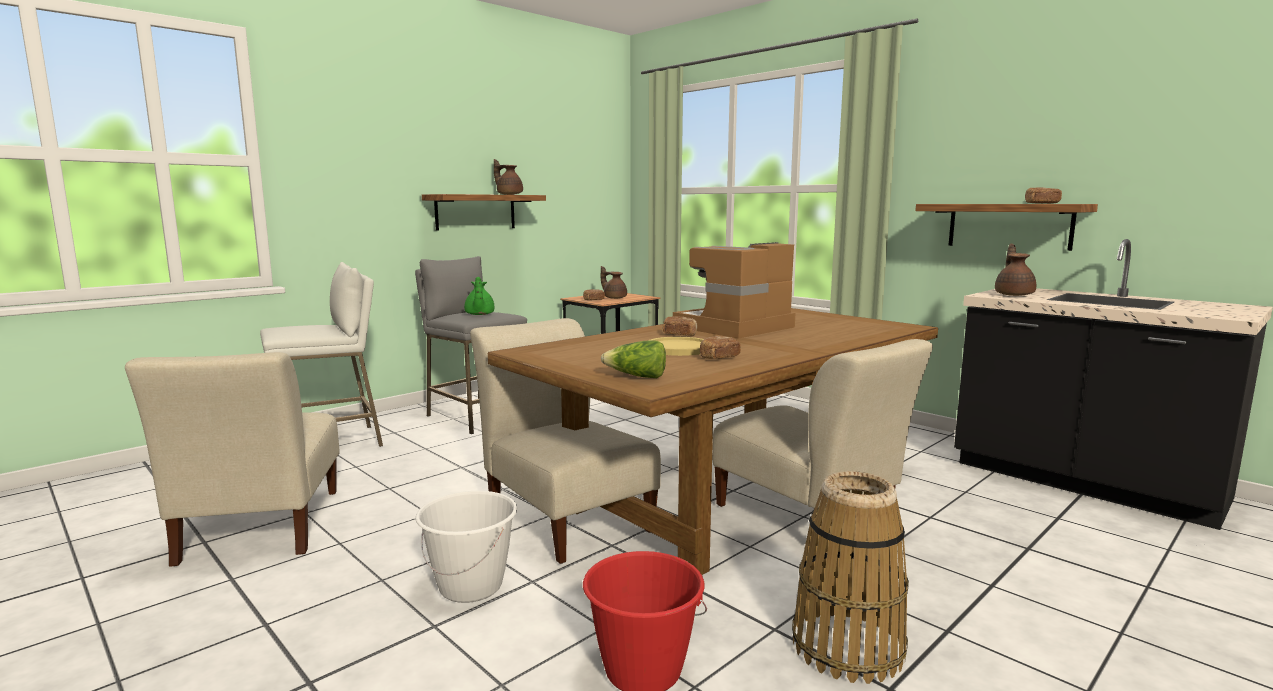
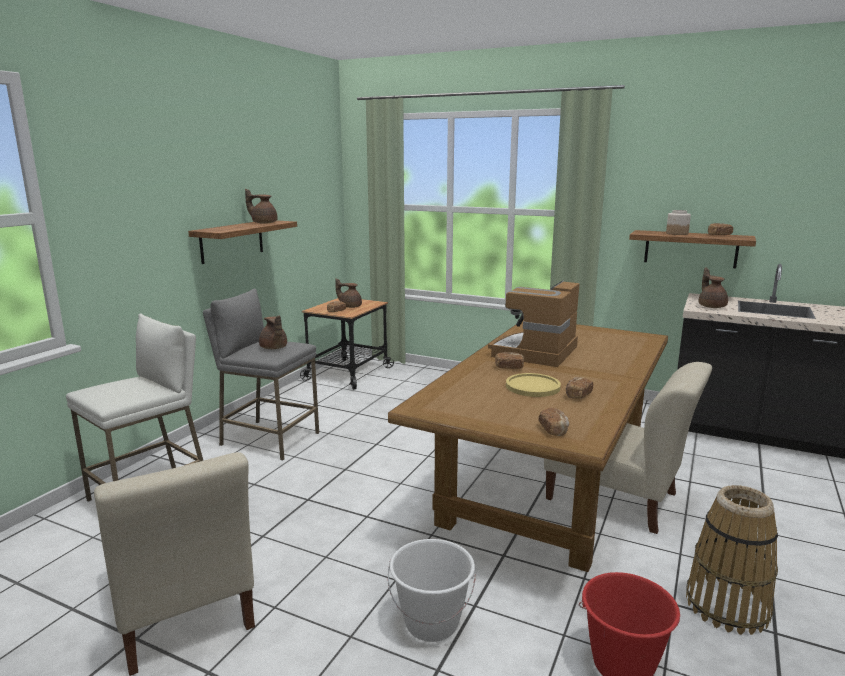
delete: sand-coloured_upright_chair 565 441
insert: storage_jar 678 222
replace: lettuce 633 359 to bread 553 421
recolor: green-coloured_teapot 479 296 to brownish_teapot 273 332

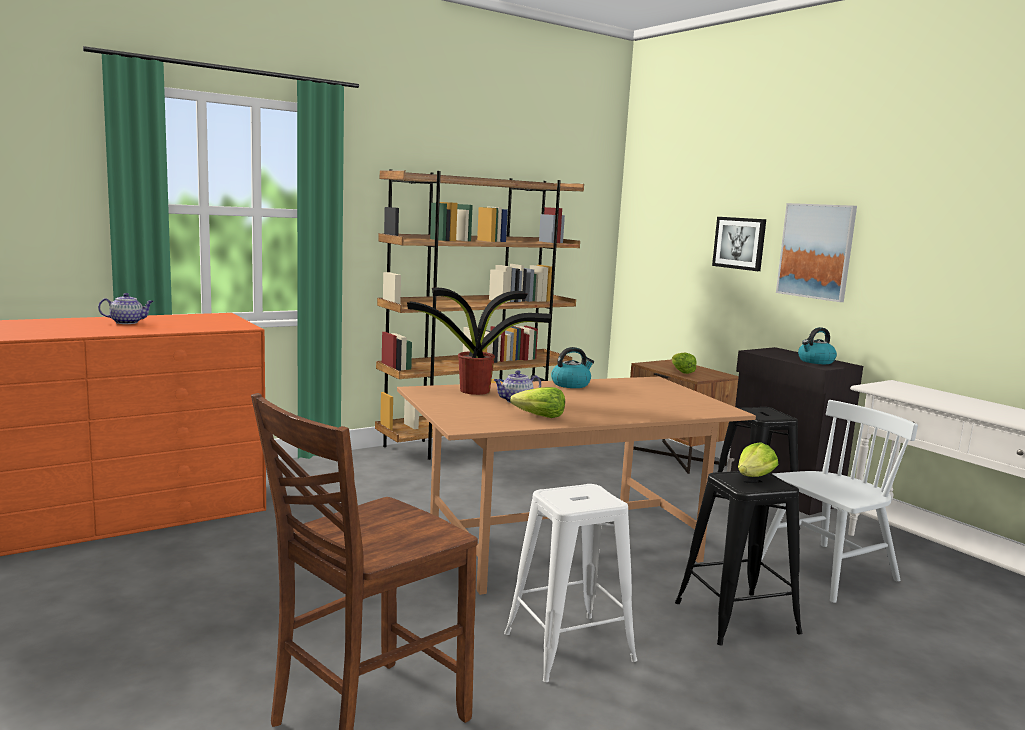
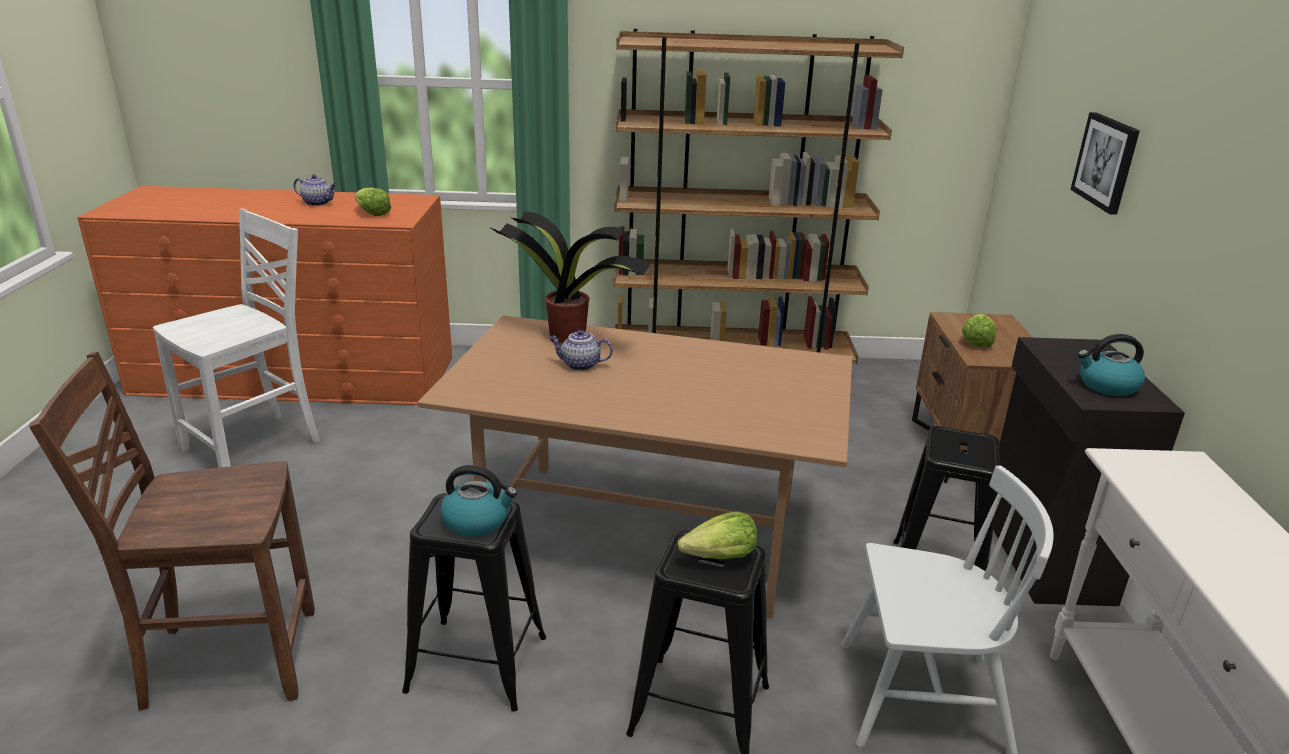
delete: wall_art 816 252
insert: white-coloured_upright_chair 236 338
move: lettuce 537 402 to 373 201; water_kettle 572 367 to 478 501
recolor: white-coloured_stool_seat 570 583 to blackish_stool_seat 474 602

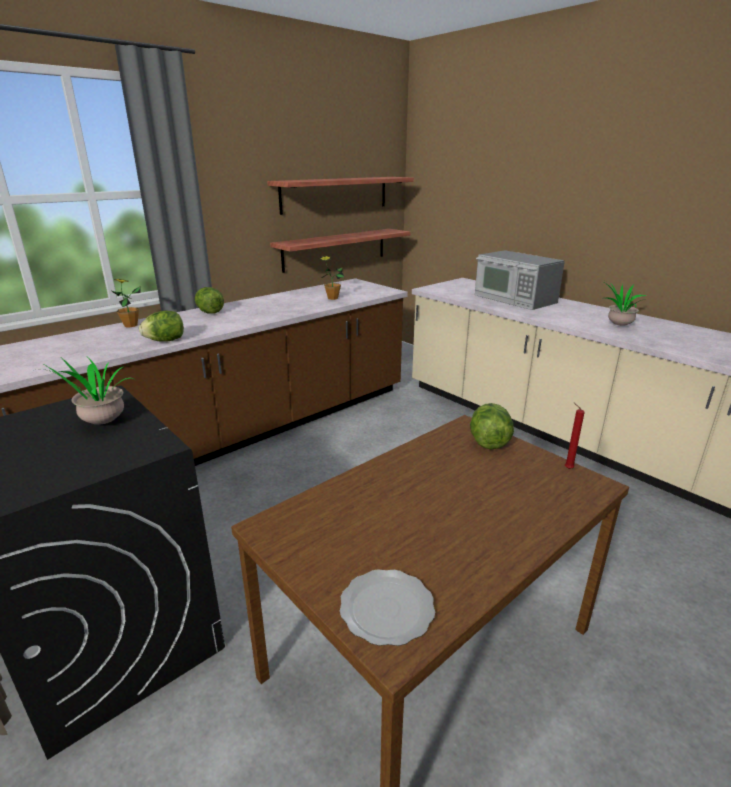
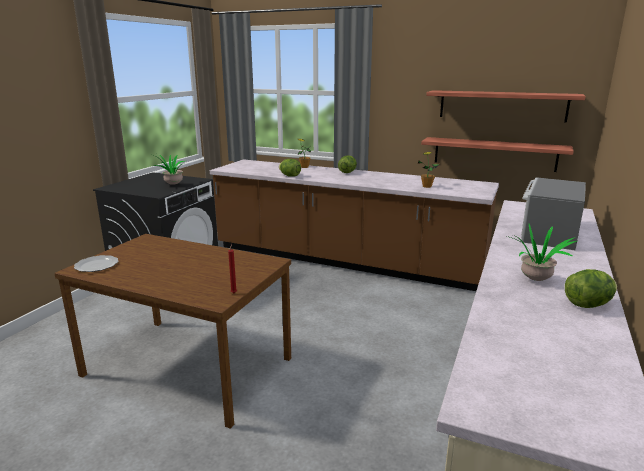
move: lettuce 492 426 to 591 288

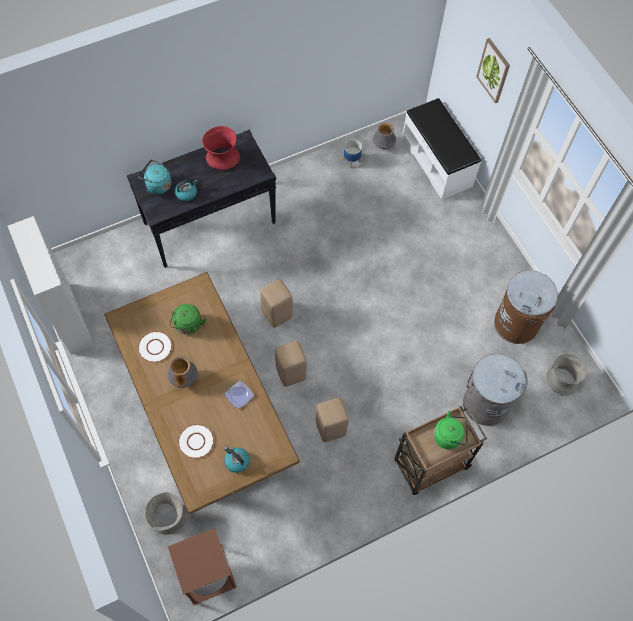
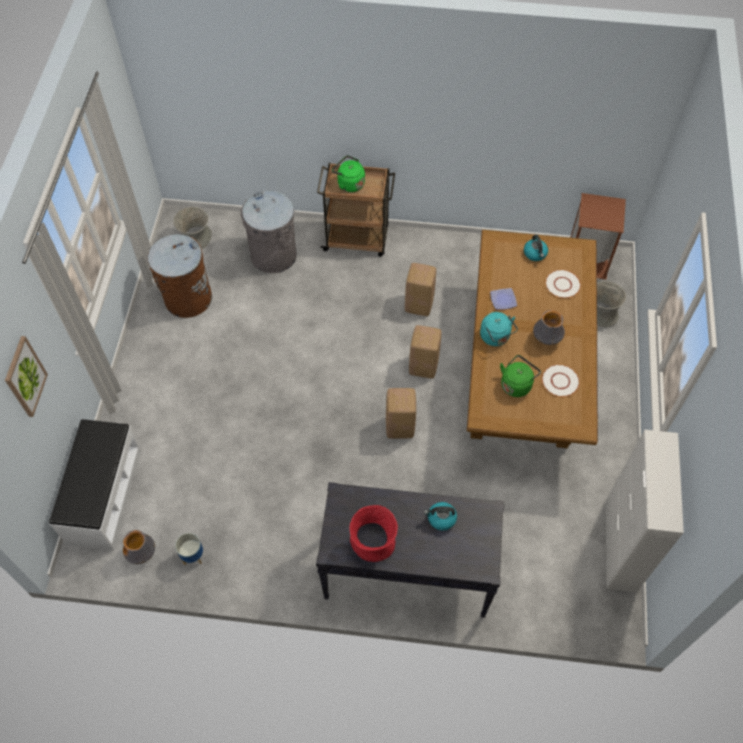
move: turquoise-coloured_water_kettle 155 177 to 499 329

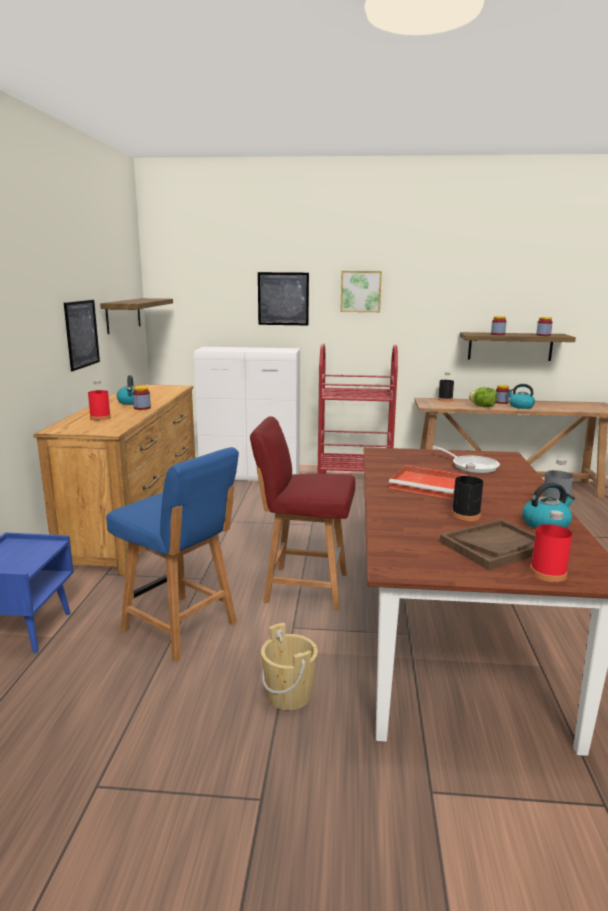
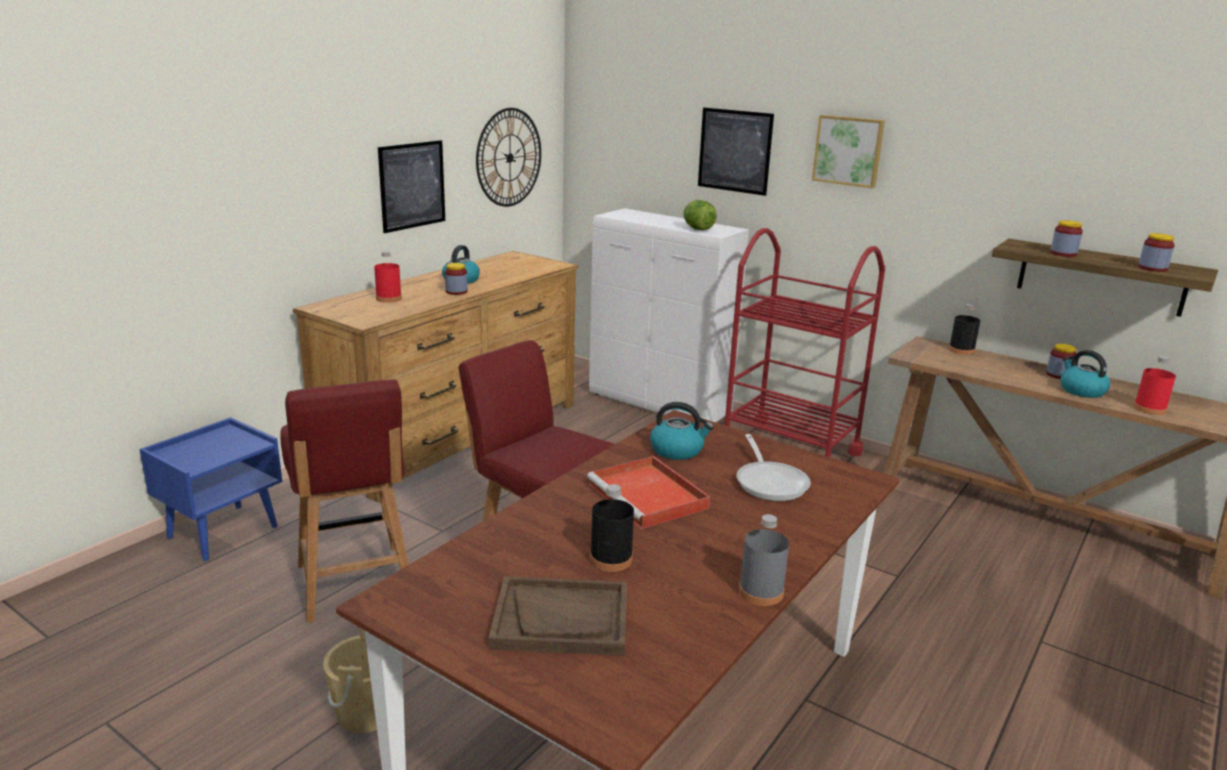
move: water_kettle 548 505 to 682 431; lettuce 483 397 to 700 215; reddish_drink_bottle 551 546 to 1154 385
replace: shelf 136 316 to clock_on_the_wall 508 157
recolor: bluish_upright_chair 172 554 to reddish_upright_chair 344 501

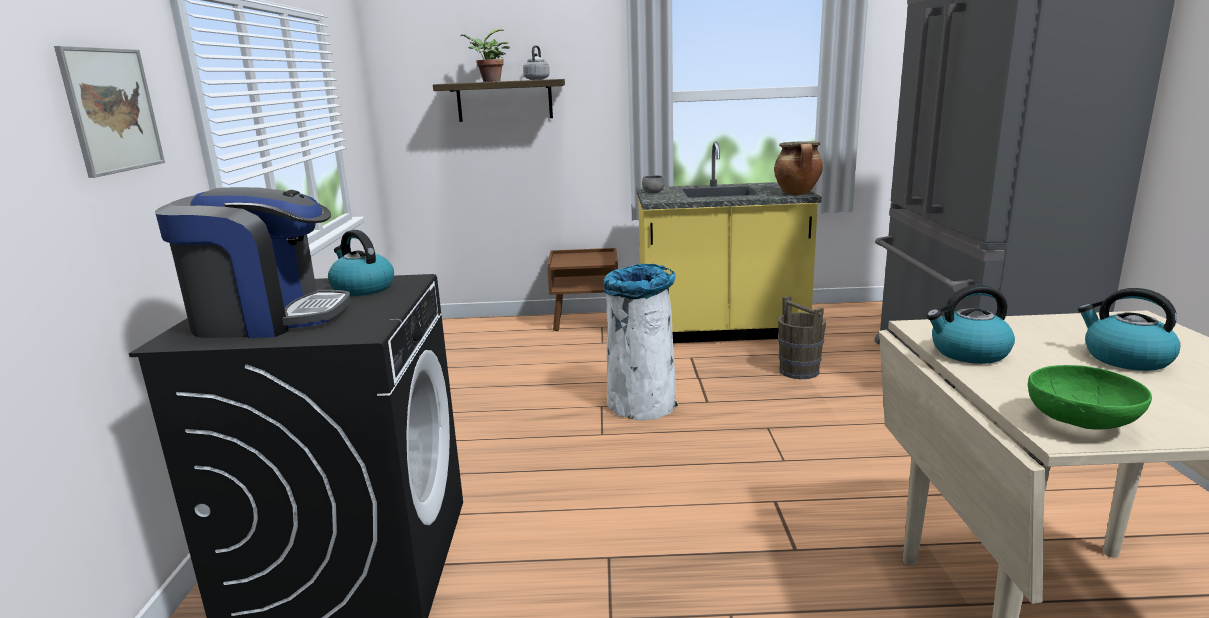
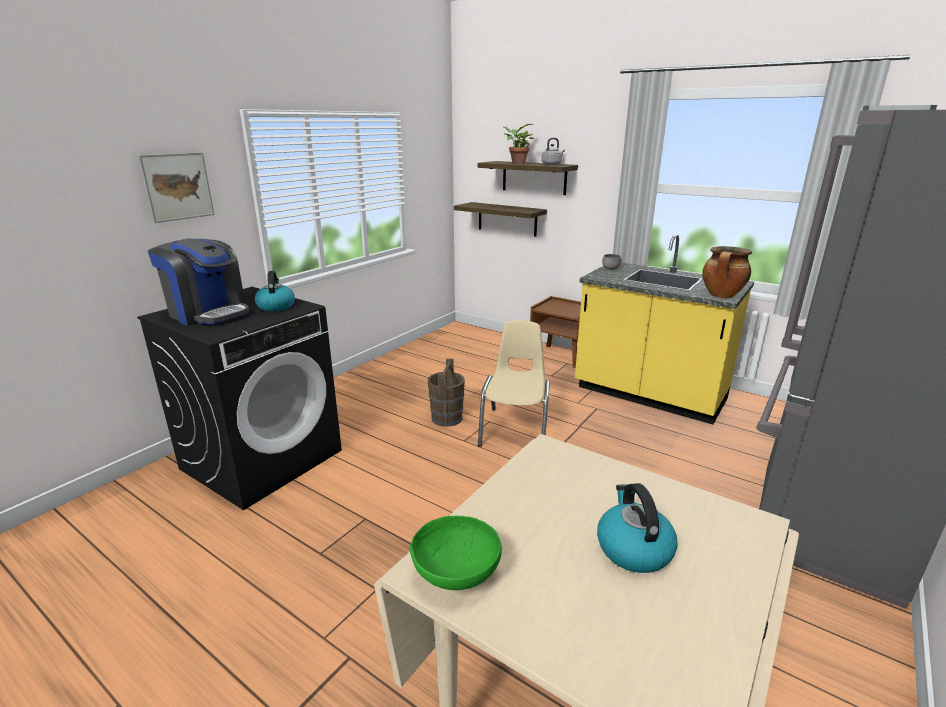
delete: water_kettle 970 324
insert: shelf 500 219
move: brownish_pail 802 337 to 446 392
replace: white-coloured_waste_bin 641 342 to sand-coloured_upright_chair 514 383

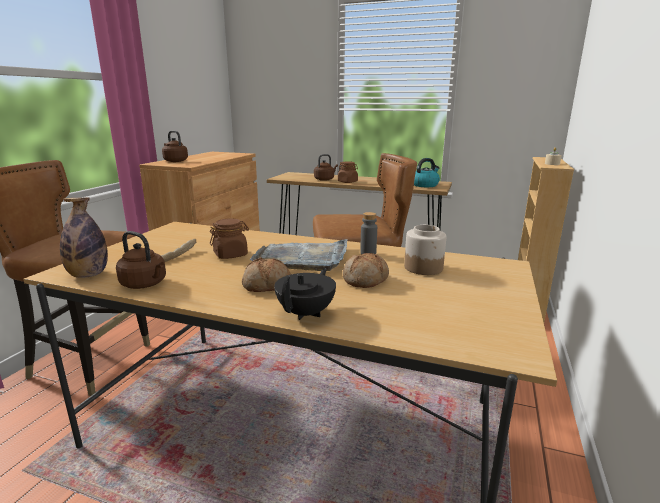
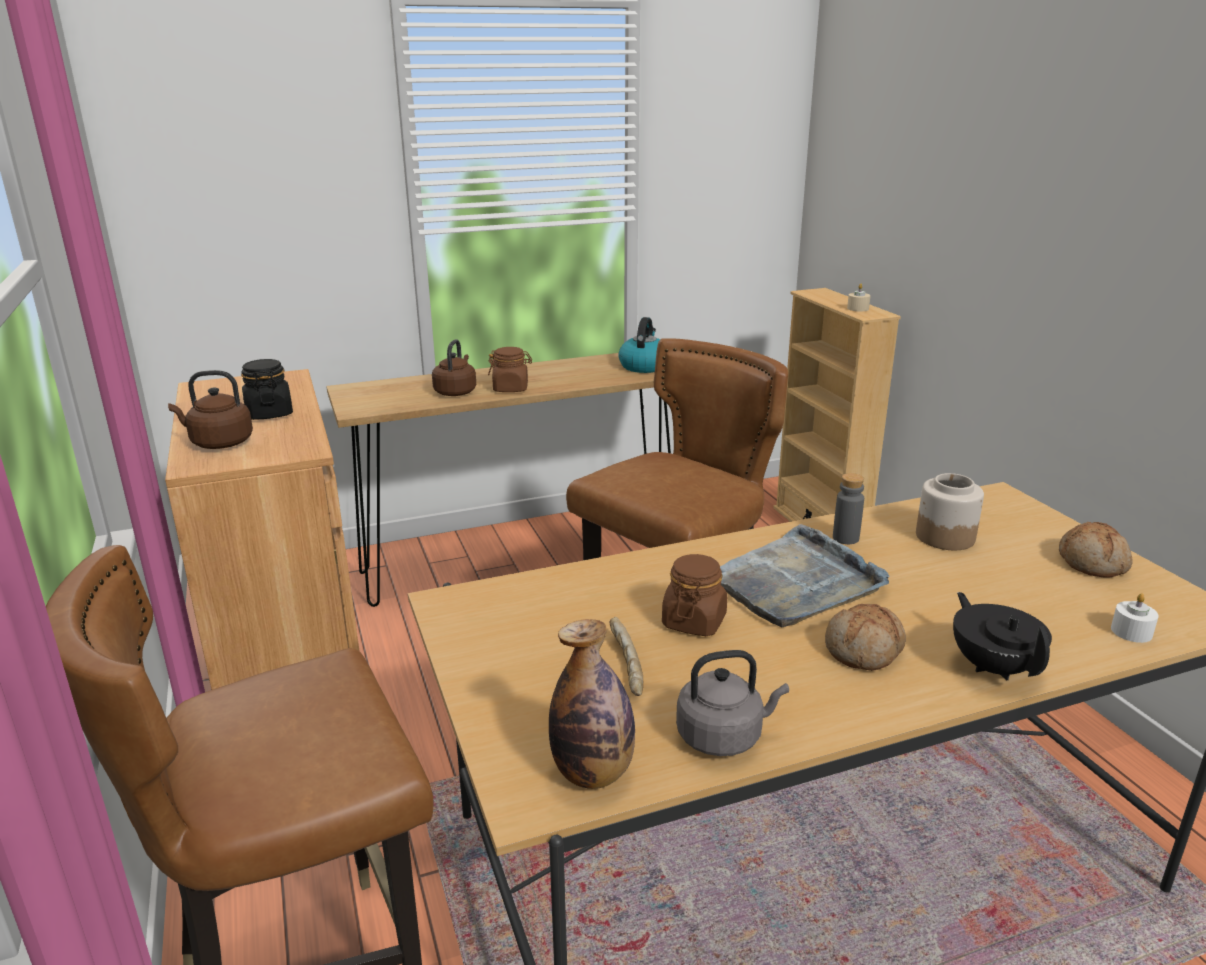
insert: blackish_storage_jar 267 389; white-coloured_wax_light 1135 618
move: bread 366 270 to 1096 550
recolor: brownish_water_kettle 141 260 to grey_water_kettle 732 703

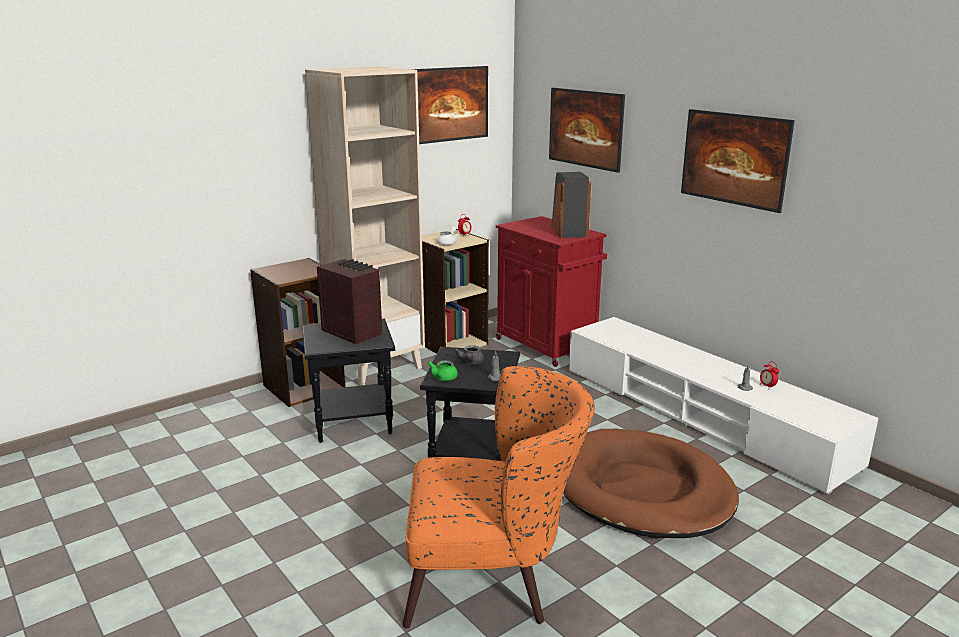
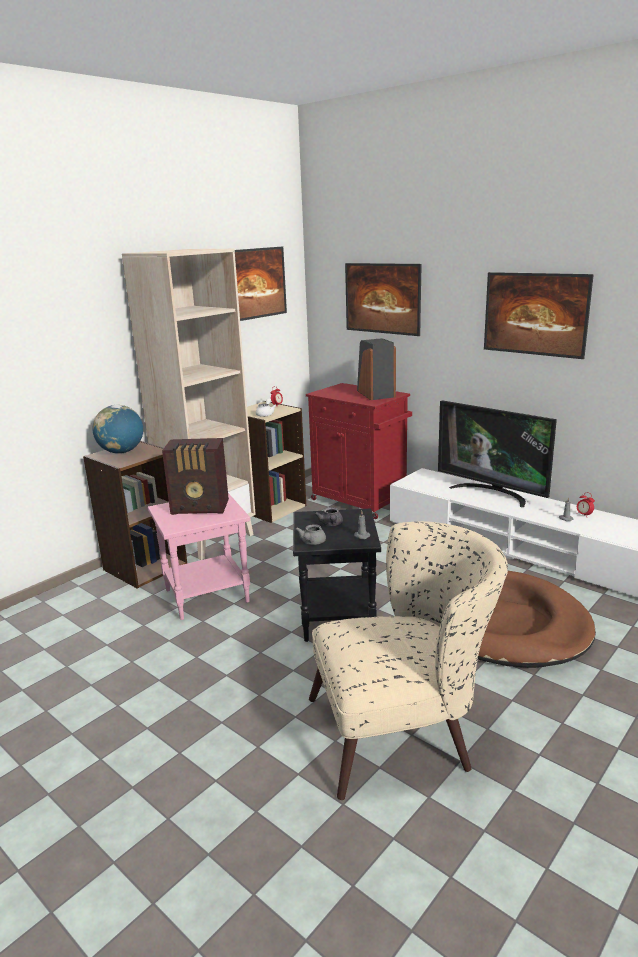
insert: world_globe 117 429; TV_set 497 453
recolor: blackish_accent_table 348 381 to pink-coloured_accent_table 199 556; green-coloured_teapot 443 370 to grey_teapot 311 534; orange_armchair 498 497 to sand-coloured_armchair 408 660
rotate: radio_receiver 349 301 = 195 476 150 degrees clockwise

